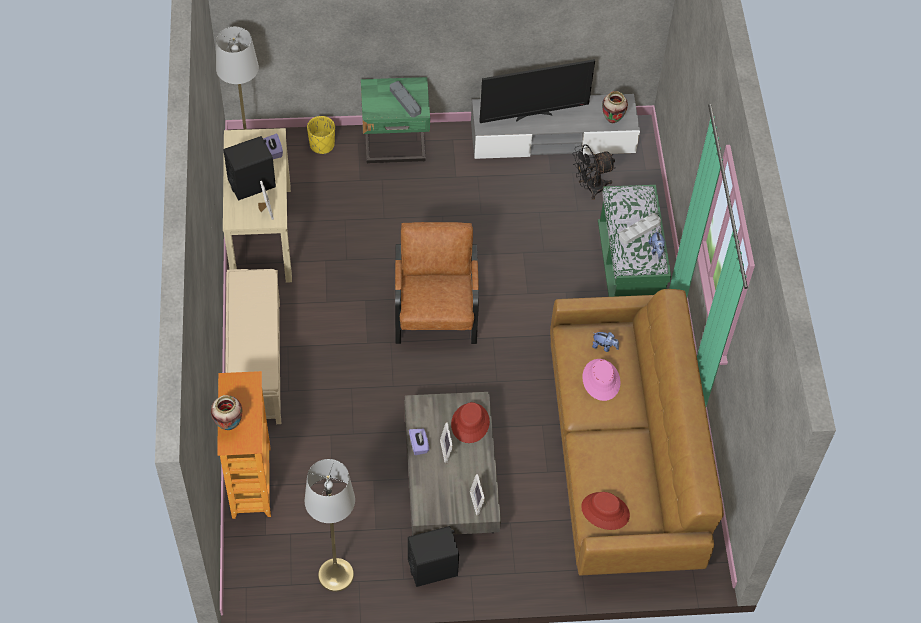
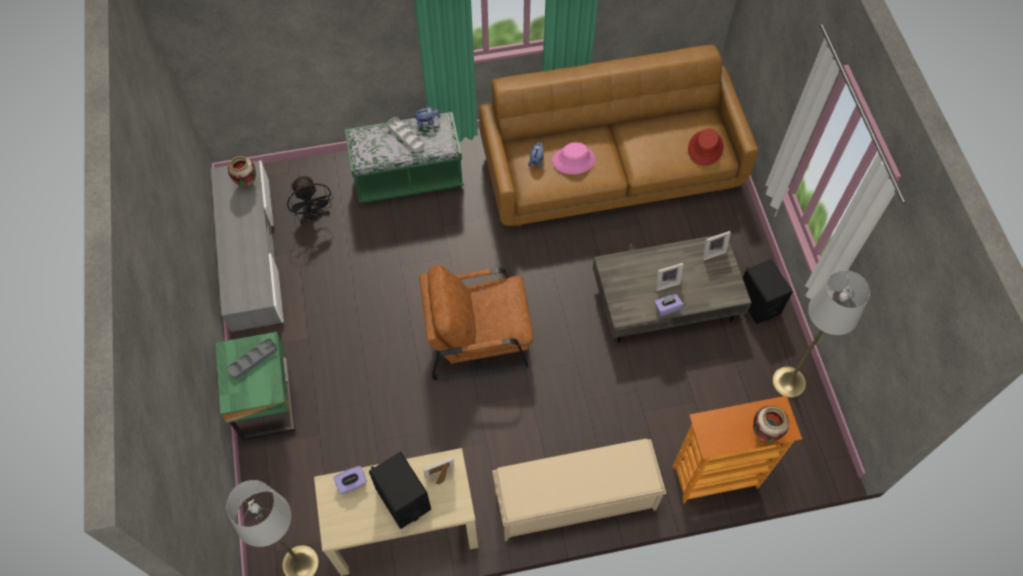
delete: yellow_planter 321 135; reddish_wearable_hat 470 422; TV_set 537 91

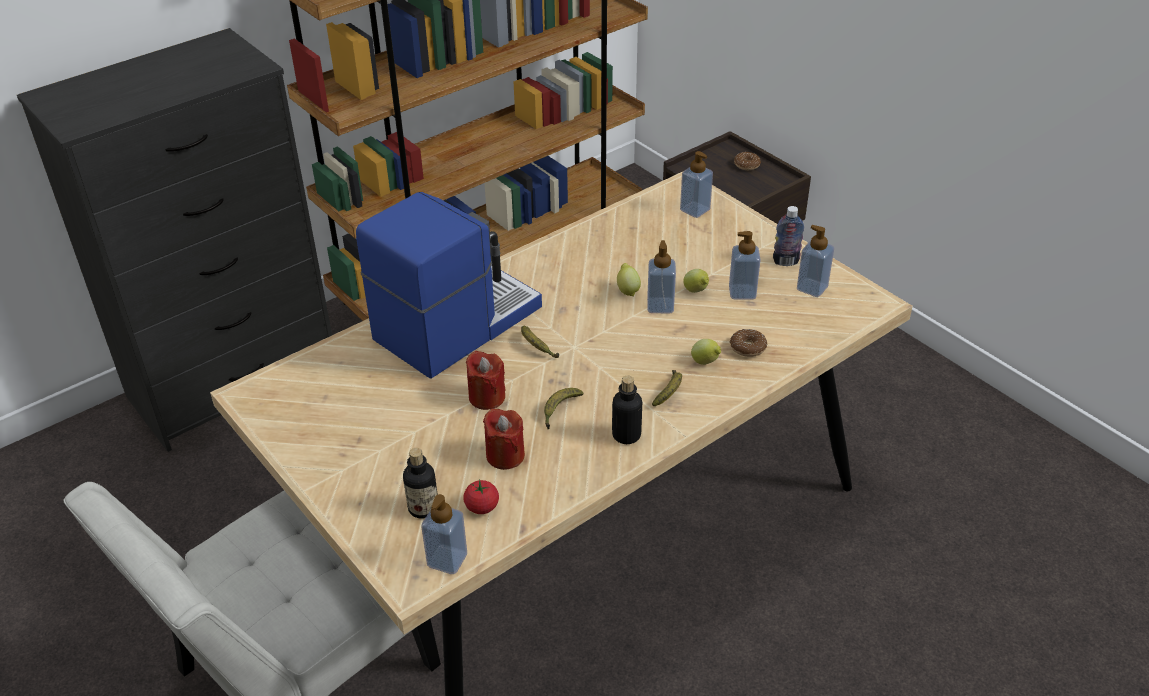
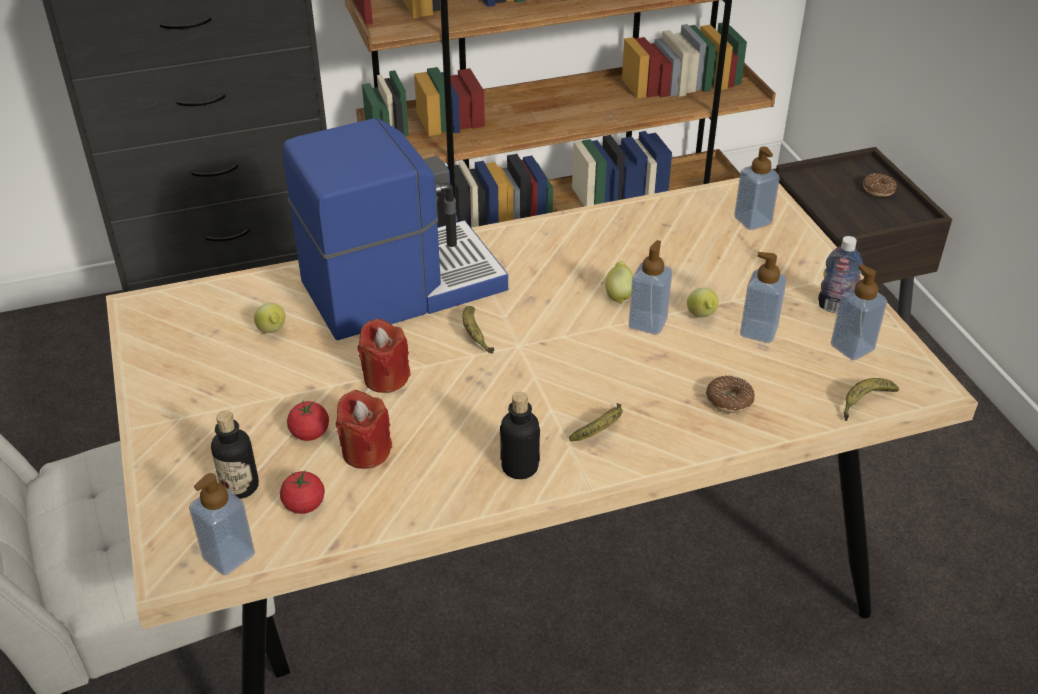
insert: fresh_tomato 308 421
move: lemon 706 352 to 269 318; whole_banana 564 408 to 871 399

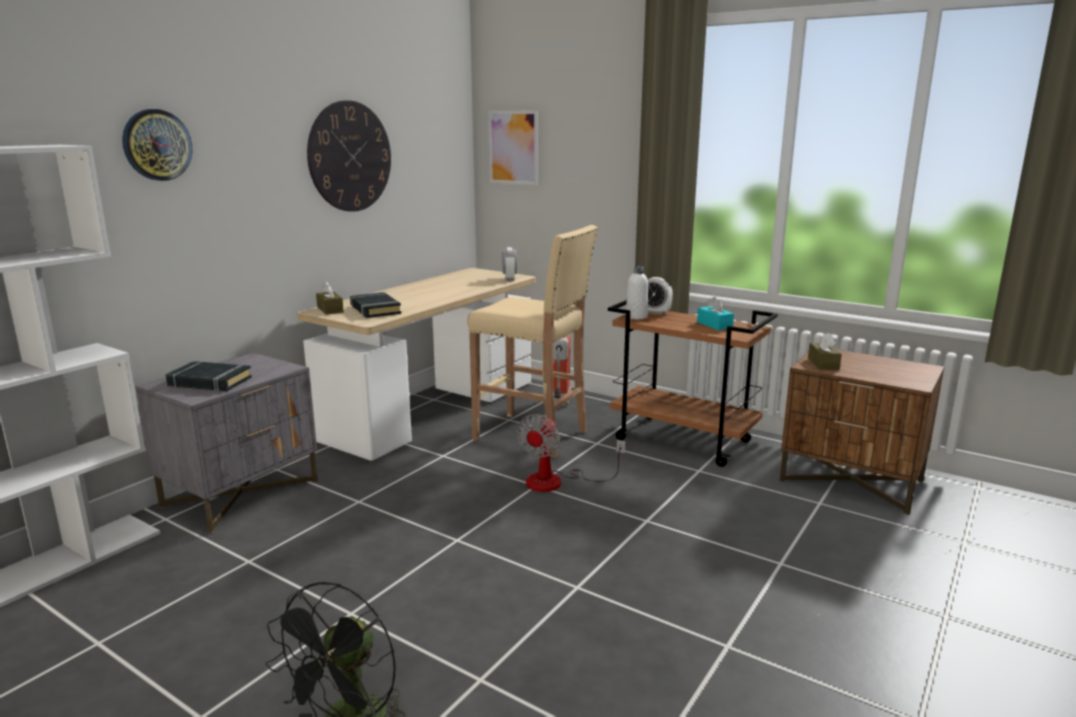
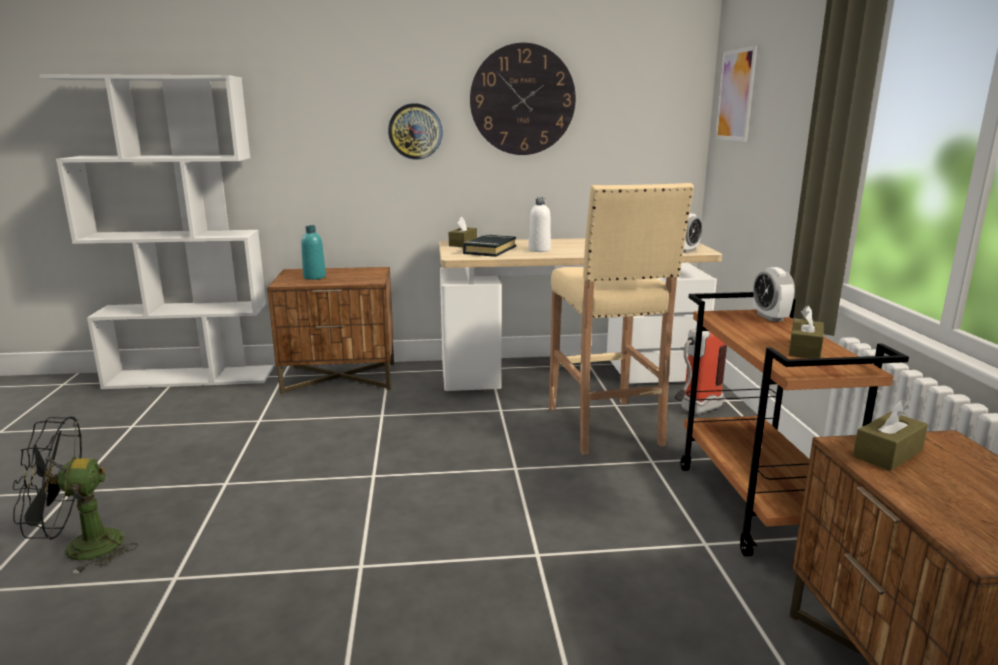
delete: cooling_fan 571 453
move: clock_on_the_wall 157 145 to 415 131; white-coloured_drink_bottle 637 292 to 539 224
replace: blackish_bound_book 208 376 to turquoise-coloured_drink_bottle 313 252
recolor: grey_nightstand 226 442 to brownish_nightstand 330 331; turquoise-coloured_tissue_holder 715 313 to brownish_tissue_holder 806 332

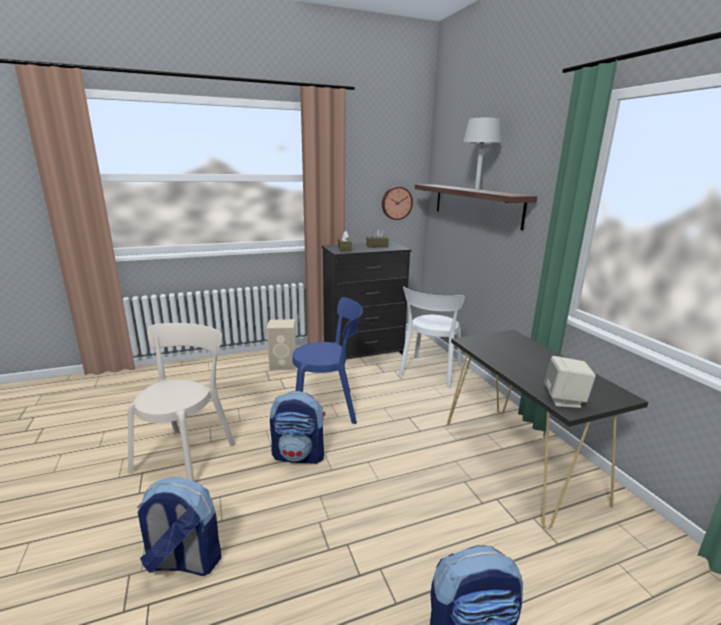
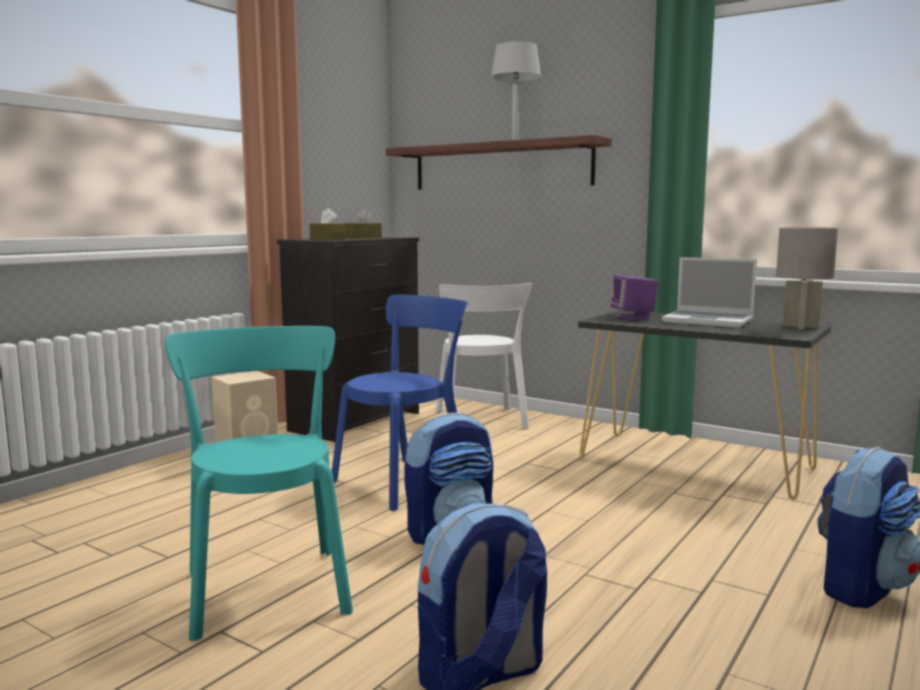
delete: clock_on_the_wall 397 203; sand-coloured_audio_speaker 570 382
insert: purple_audio_speaker 634 297; portable_computer 709 292; grey_table_lamp 807 278
recolor: sand-coloured_upright_chair 181 402 to turquoise-coloured_upright_chair 259 483

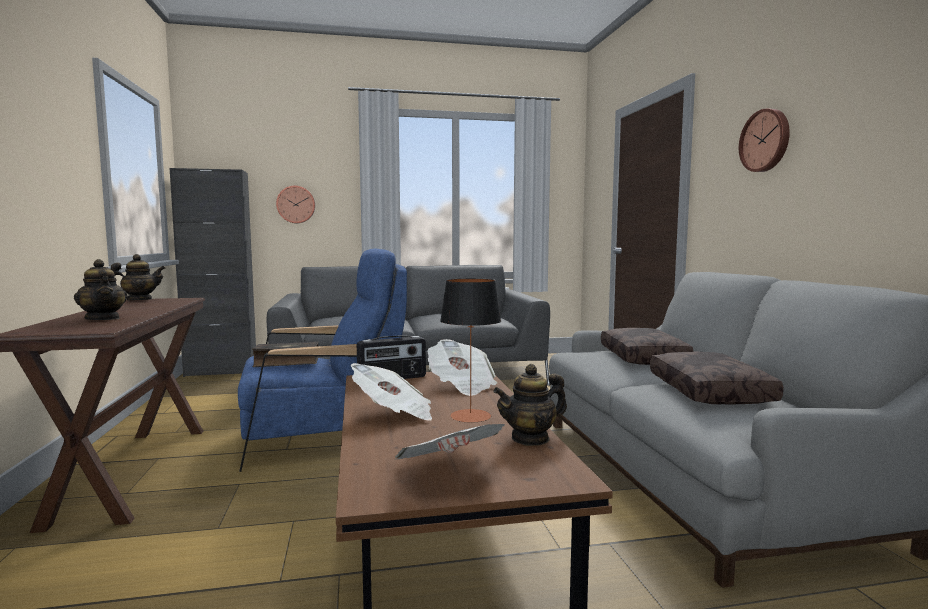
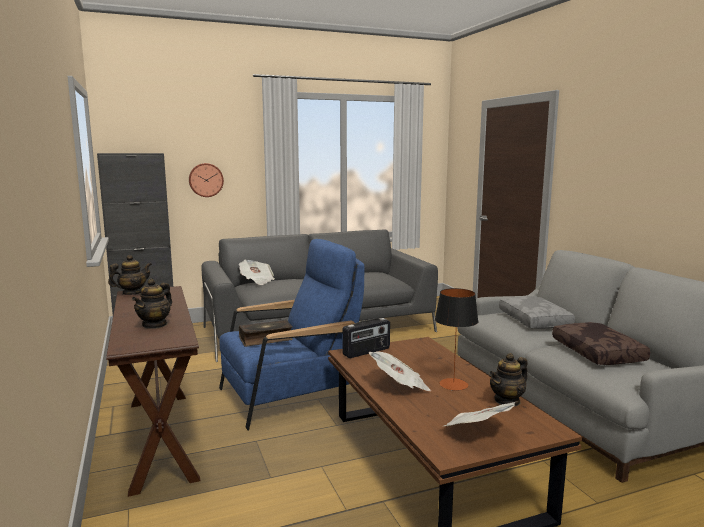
delete: clock_on_the_wall 764 140
move: newspaper 462 367 to 257 272
recolor: brownish_cushion 647 346 to grey_cushion 537 312
rotate: teapot 100 289 = 152 303 75 degrees clockwise

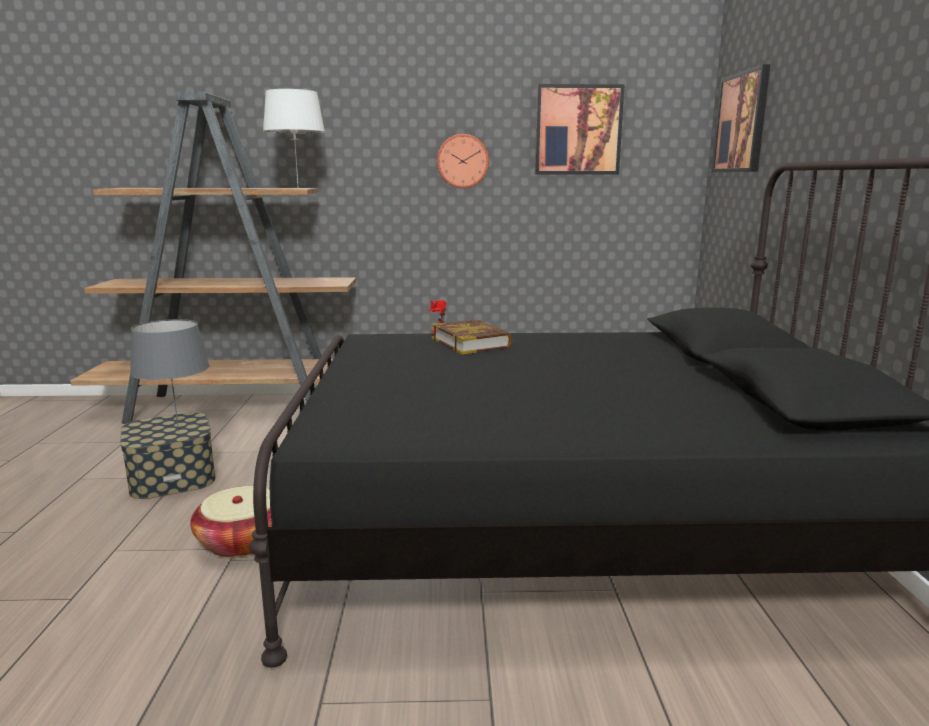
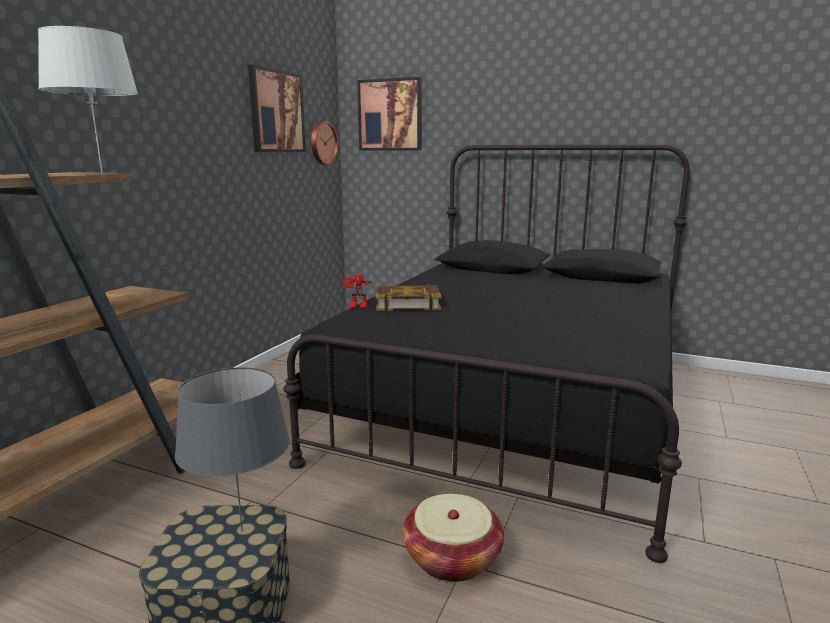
move: clock_on_the_wall 463 161 to 324 143

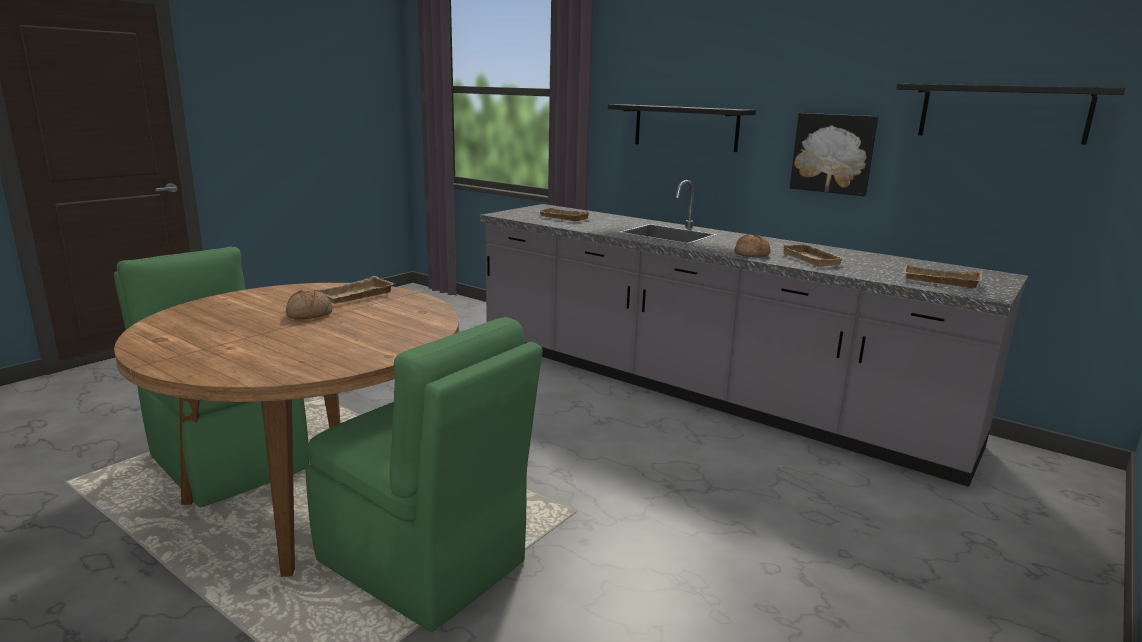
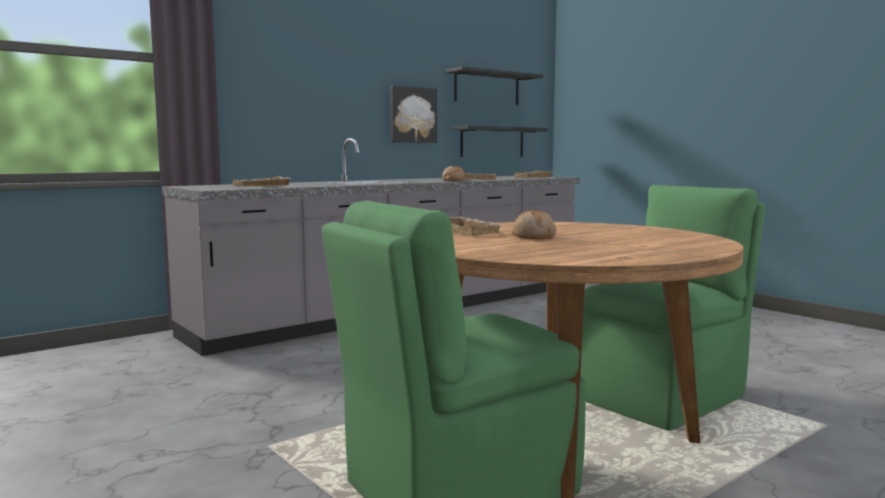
move: blackish_shelf 682 128 to 499 141

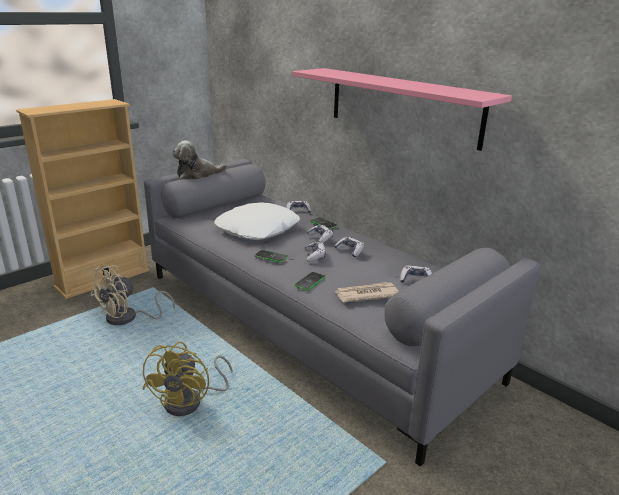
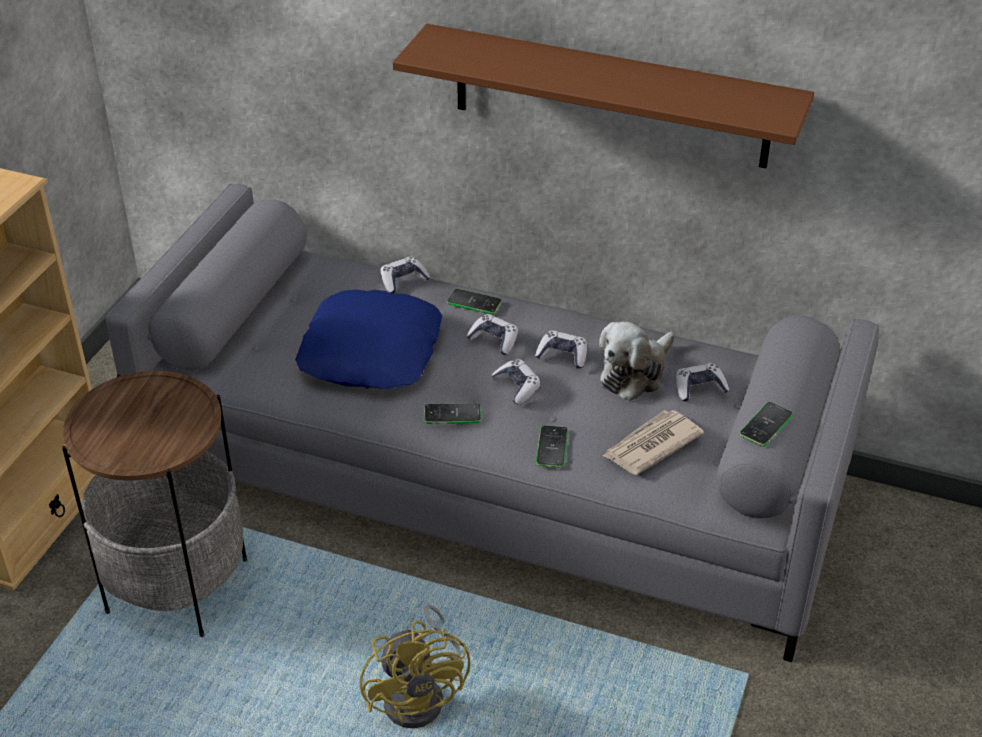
insert: handset 766 424
move: soft_toy 199 159 to 637 361
replace: sand-coloured_cooling_fan 132 295 to accent_table 154 504
recolor: white-coloured_cushion 257 221 to bluish_cushion 368 339; pink-coloured_shelf 402 109 to brownish_shelf 603 96

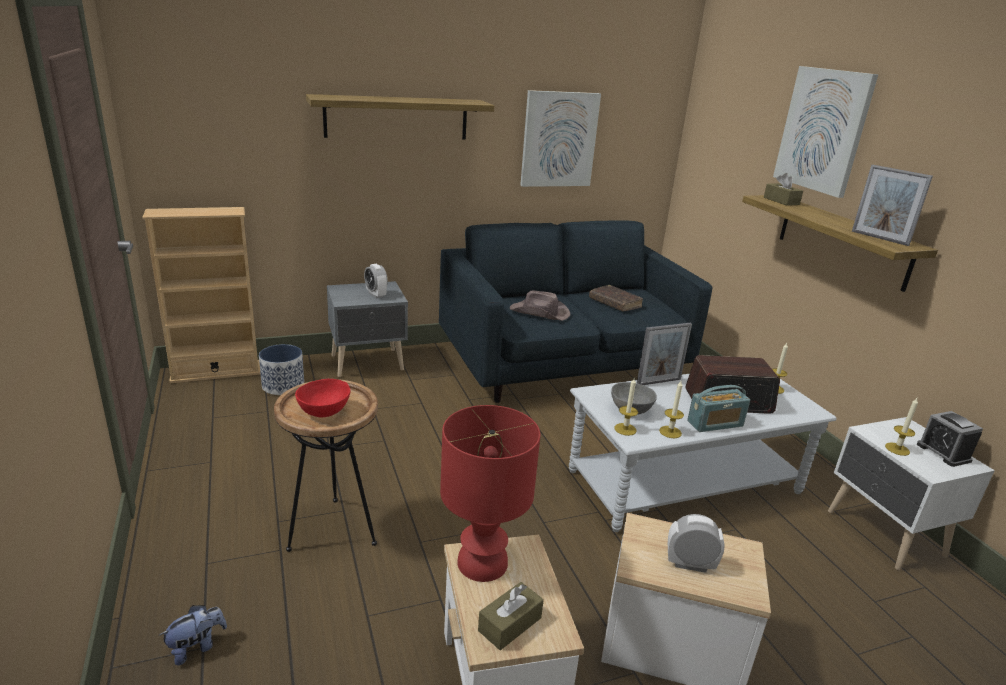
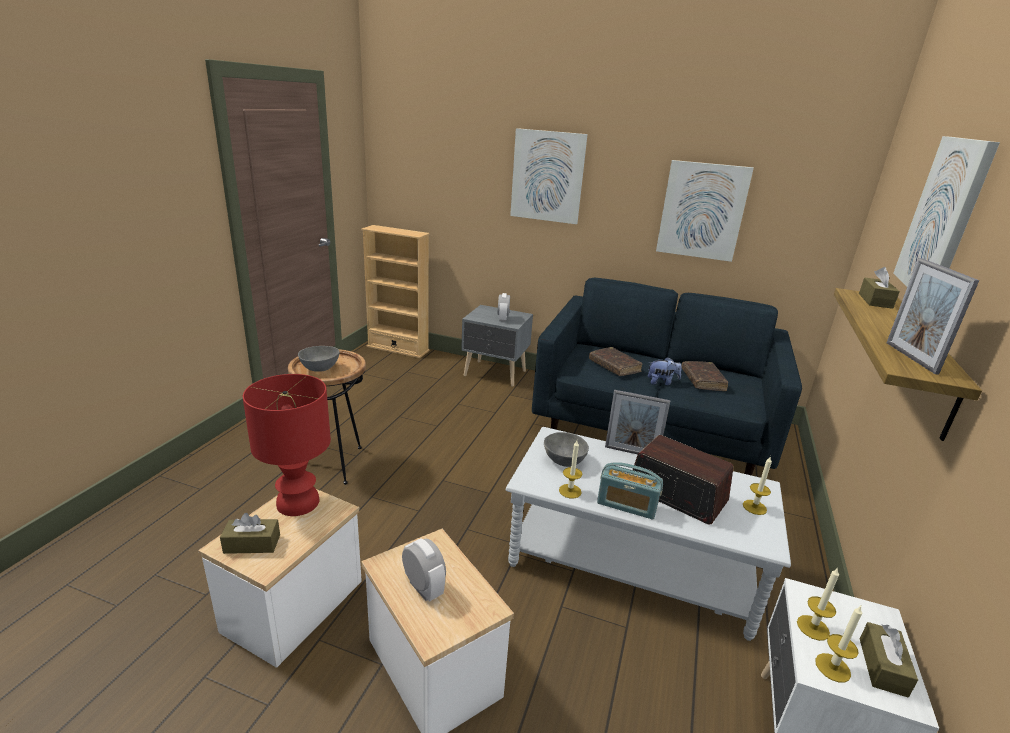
delete: planter 281 369
move: soft_toy 193 635 to 665 371; wax_light 626 407 to 838 644
replace: shelf 400 116 to wall_art 549 176; brownish_wearable_hat 540 306 to brownish_bound_book 615 361; table_clock 950 439 to brownish_tissue_holder 889 660
recolor: reddish_deep_dish 322 398 to grey_deep_dish 318 359

